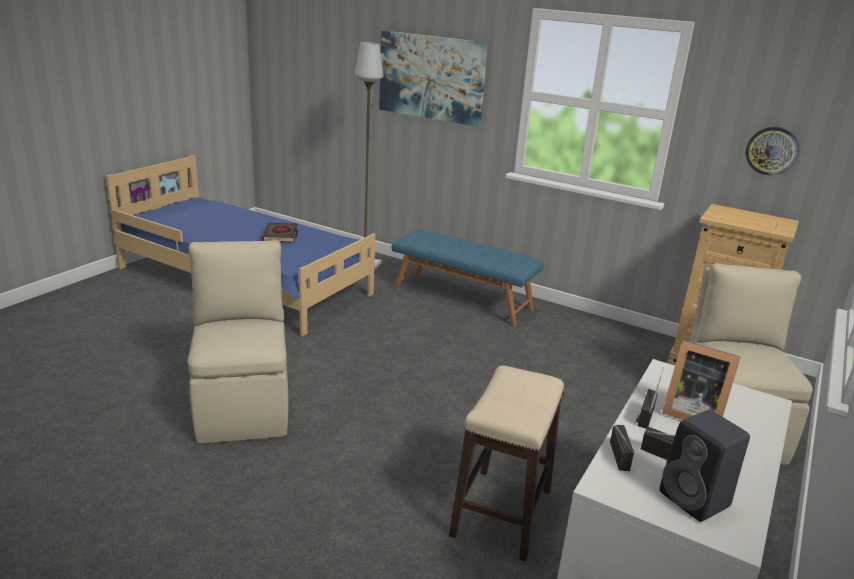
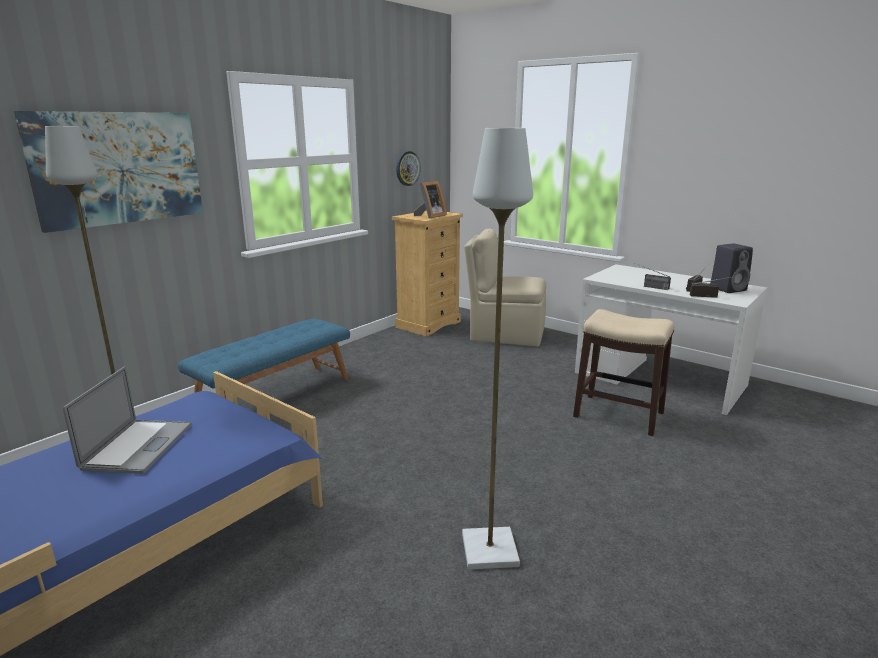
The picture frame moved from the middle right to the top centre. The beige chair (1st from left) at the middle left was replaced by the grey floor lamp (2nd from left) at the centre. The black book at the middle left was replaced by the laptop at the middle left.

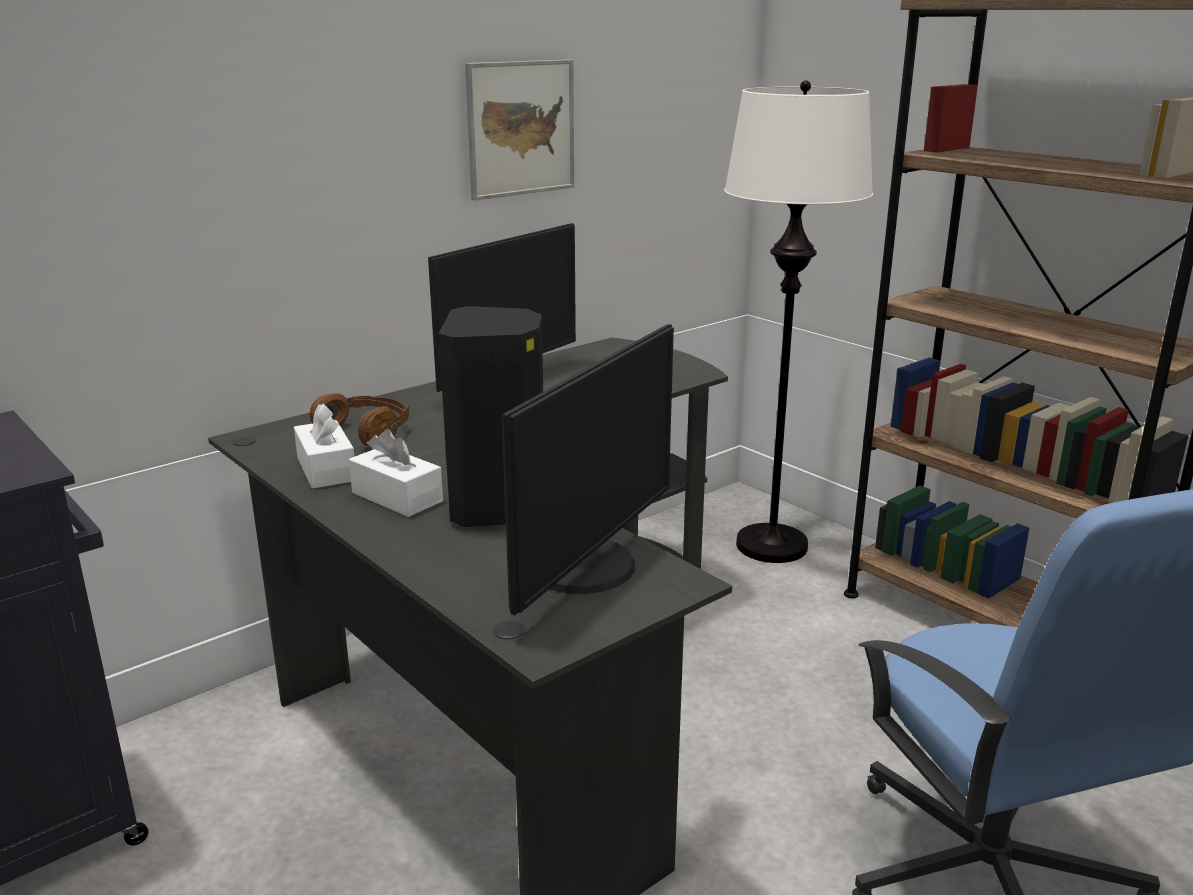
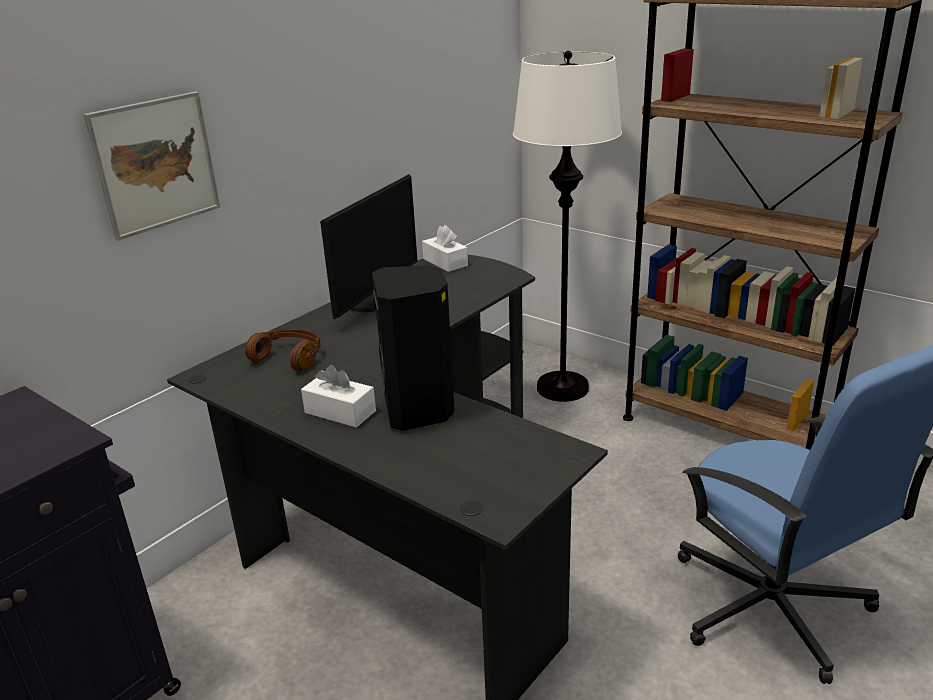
The monitor (2nd from left) at the centre disappeared. The white tissue box (1st from left in the first image) moved from the middle left to the centre. The picture moved from the top centre to the top left.

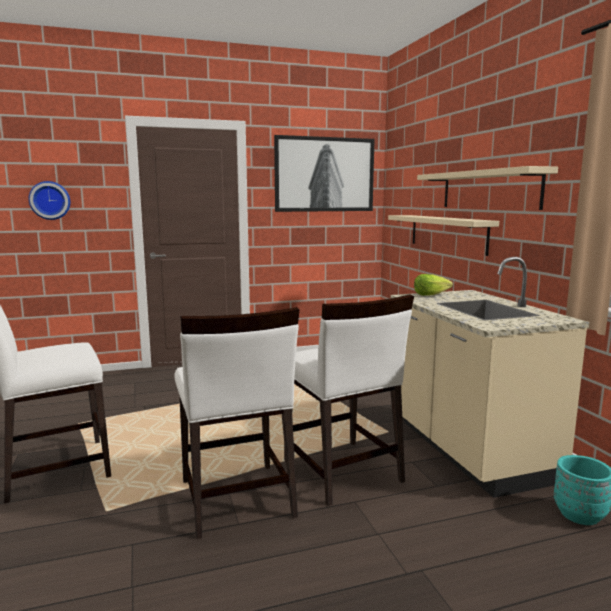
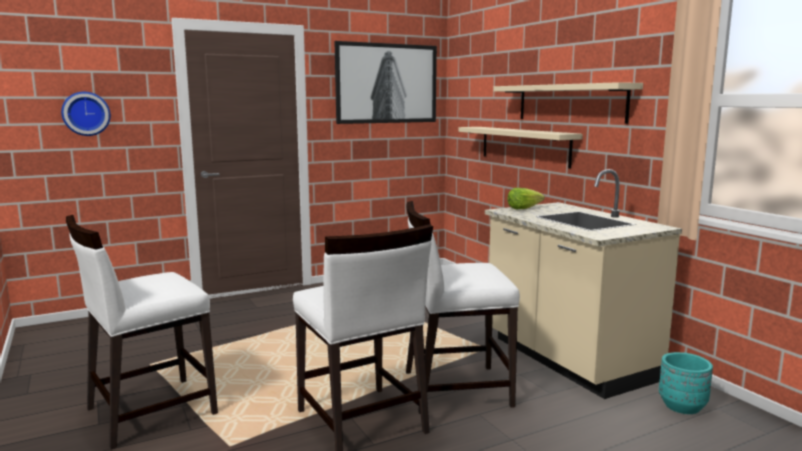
The white chair (3rd from left) at the centre turned 120 degrees clockwise.

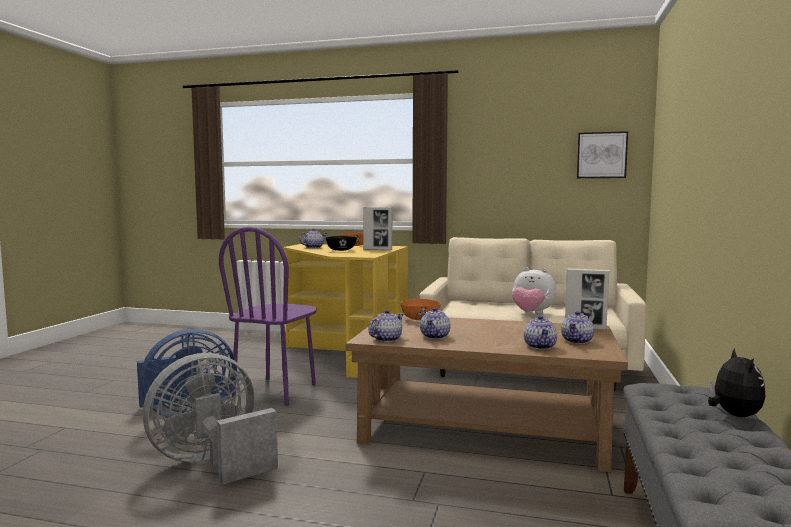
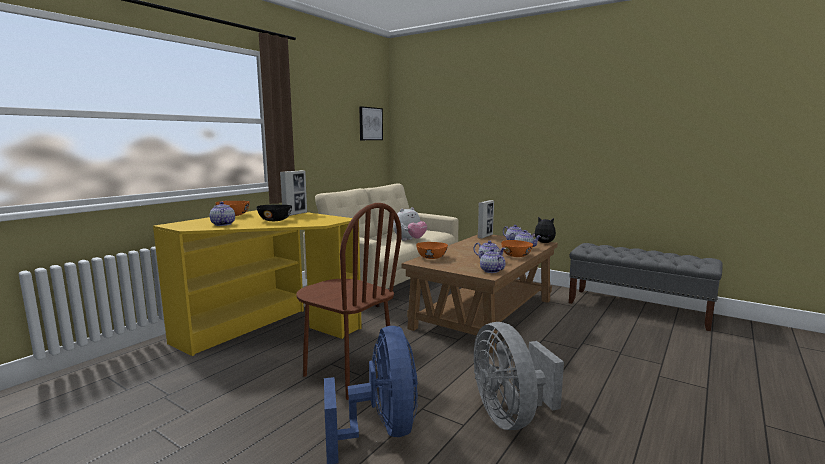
The orange bowl (3rd from left) at the centre appeared. The plush toy (2nd from left) moved from the bottom right to the centre. The purple chair at the centre became the brown chair at the centre.

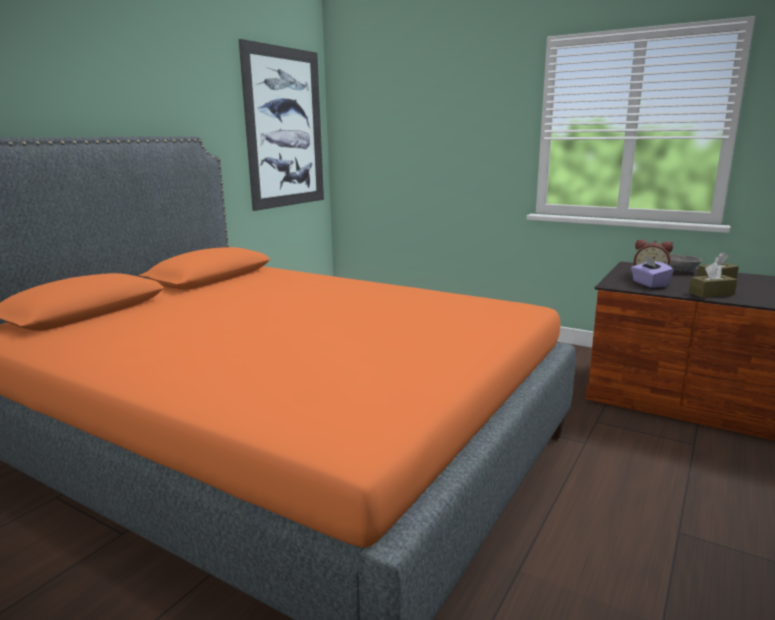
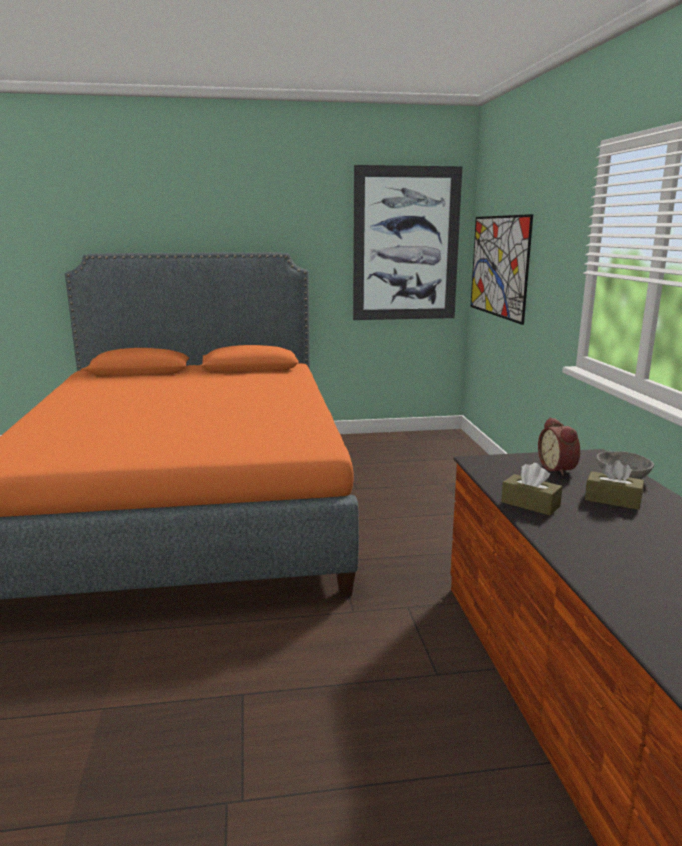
The purple tissue box at the middle right disappeared. The picture (2nd from left) at the top right appeared.

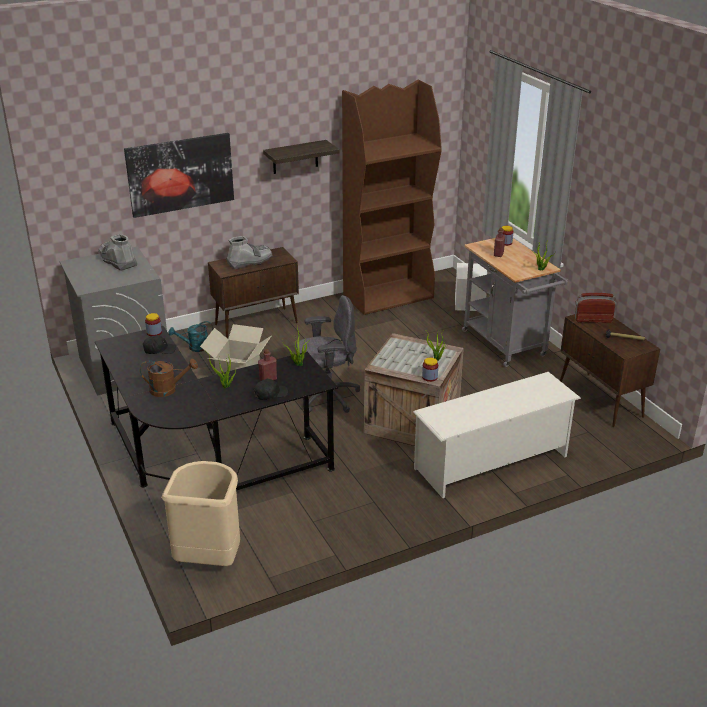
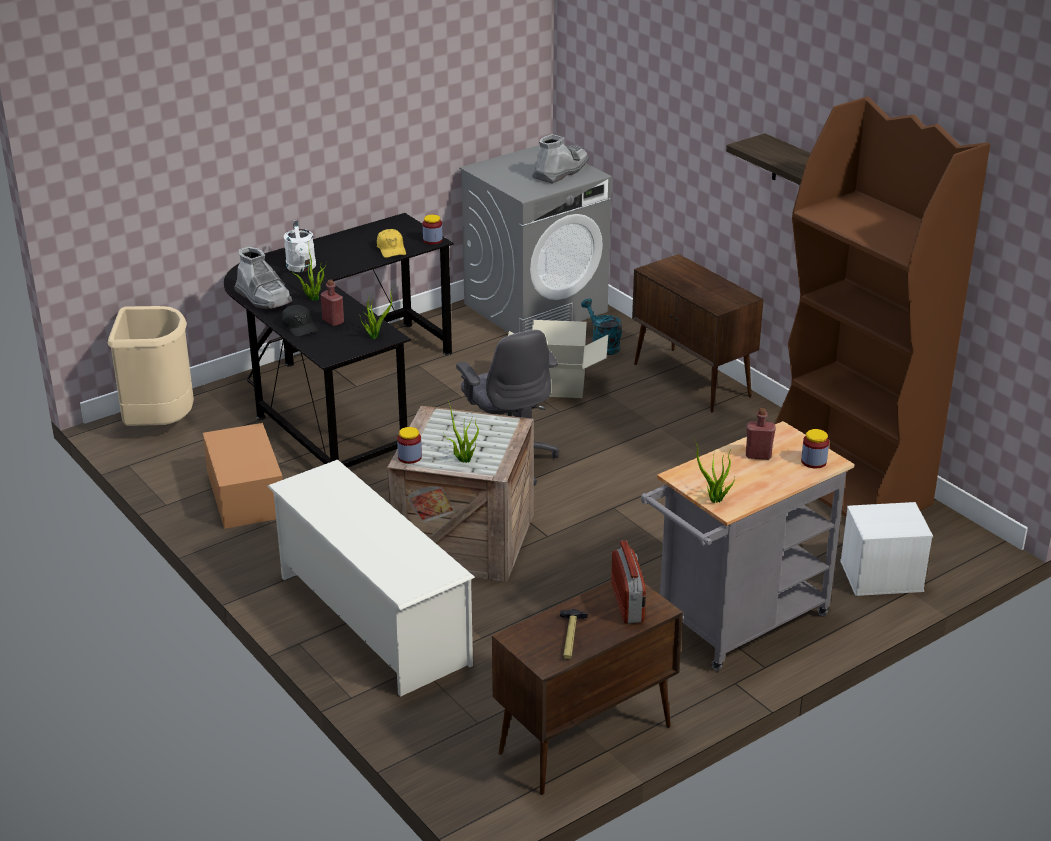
The picture at the top left disappeared. The cardboard box (1st from left) at the middle left appeared. The grey boot (2nd from left in the first image) moved from the centre to the top left. The brown watering can at the middle left became the white watering can at the top left. The black cap (1st from left) at the middle left became the yellow cap at the top centre.

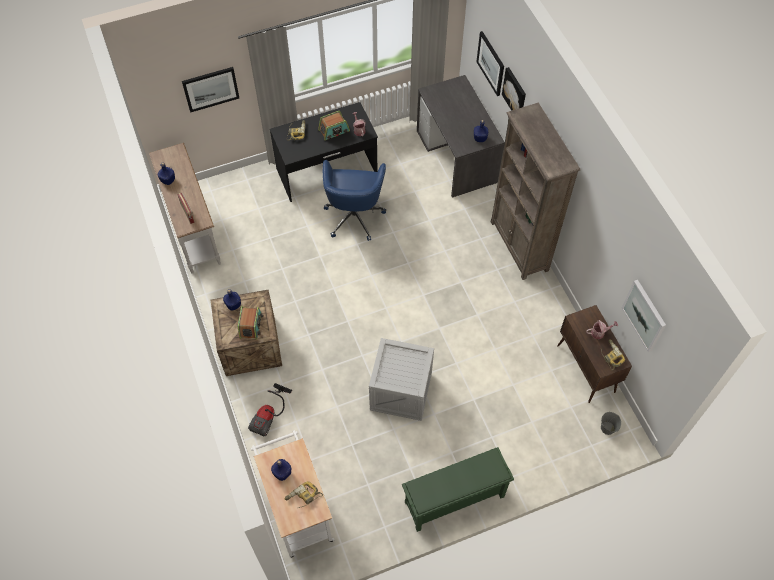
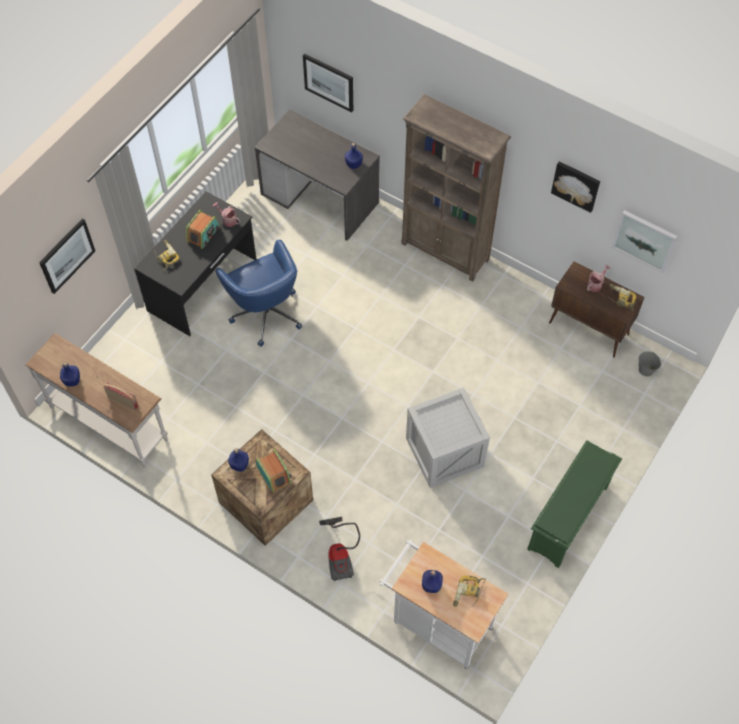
The picture (3rd from left) moved from the top centre to the top right.

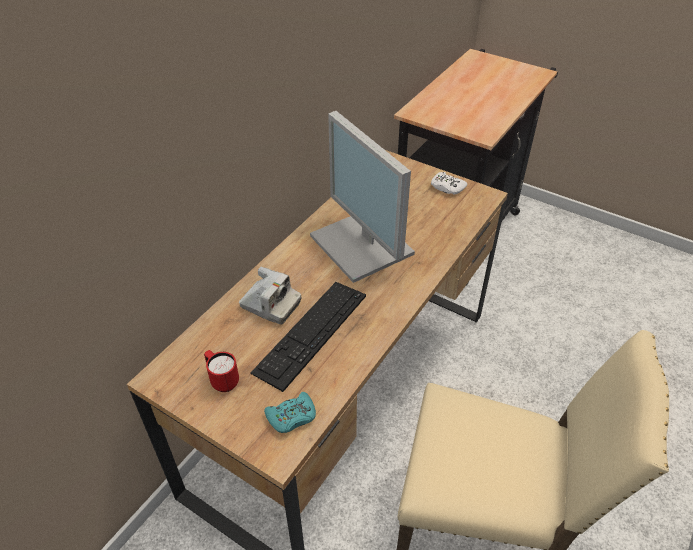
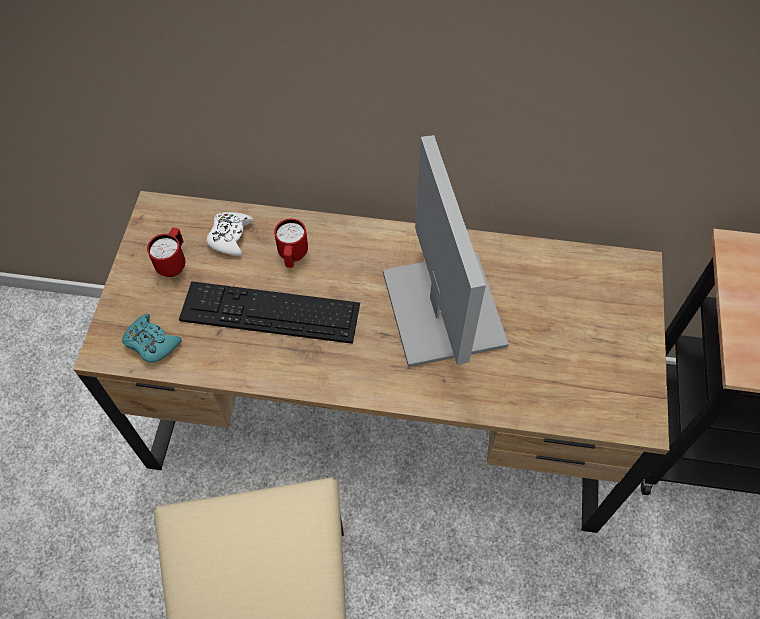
The white game controller moved from the top centre to the middle left. The photo camera at the centre was replaced by the red mug (2nd from left) at the centre. The monitor at the centre turned 135 degrees clockwise.

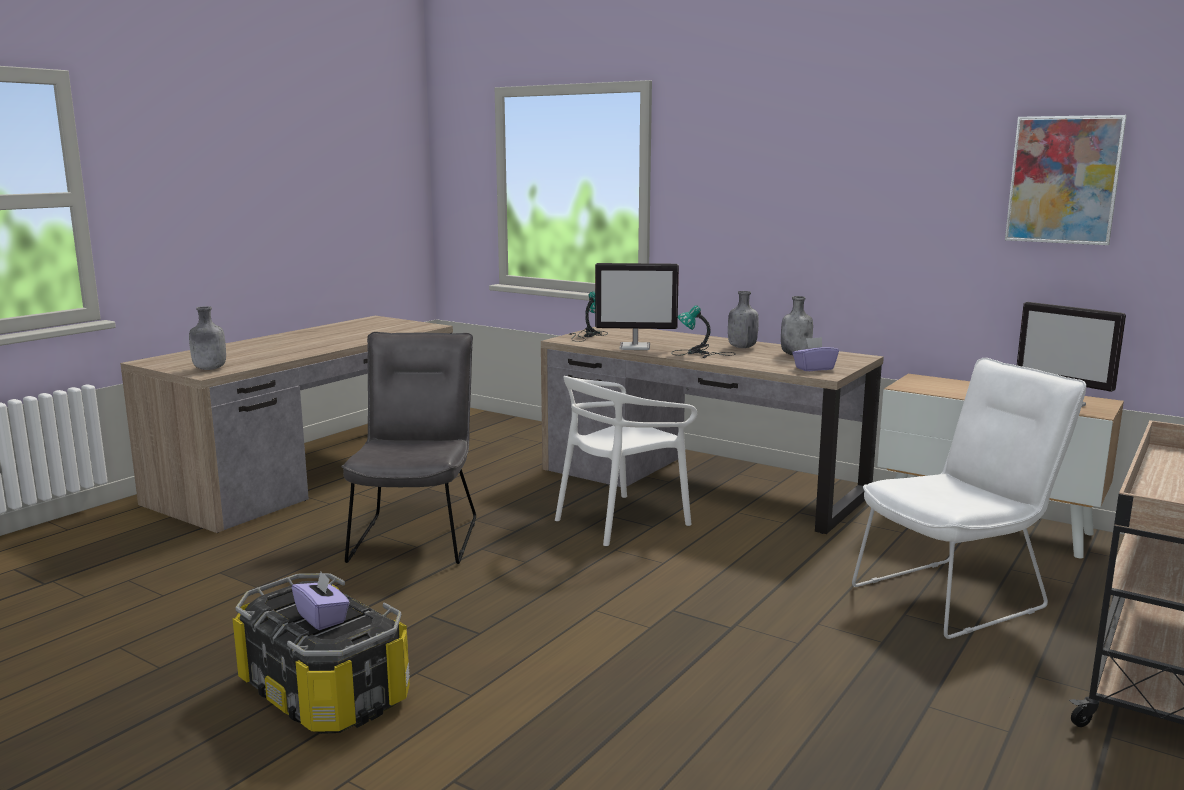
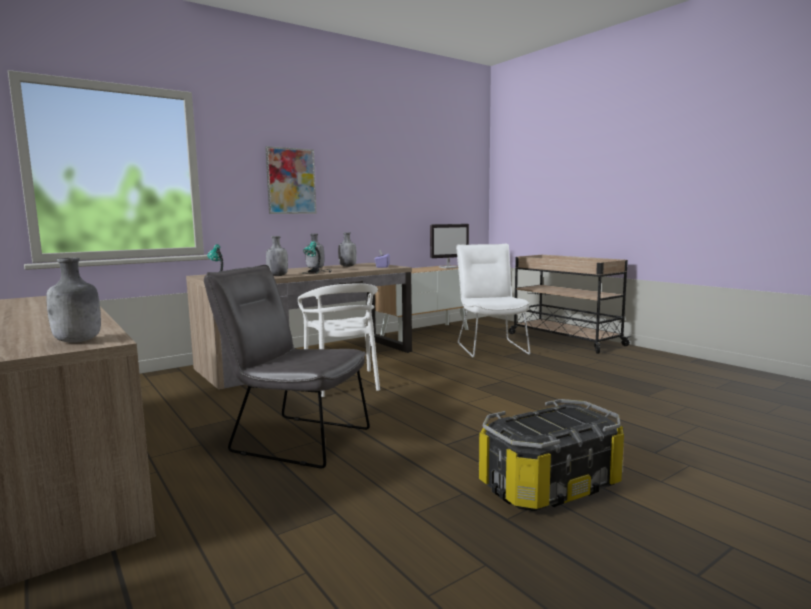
The purple tissue box (1st from left) at the bottom left disappeared. The picture moved from the top right to the top centre. The monitor (1st from left) at the centre was replaced by the grey bottle (2nd from left) at the centre.

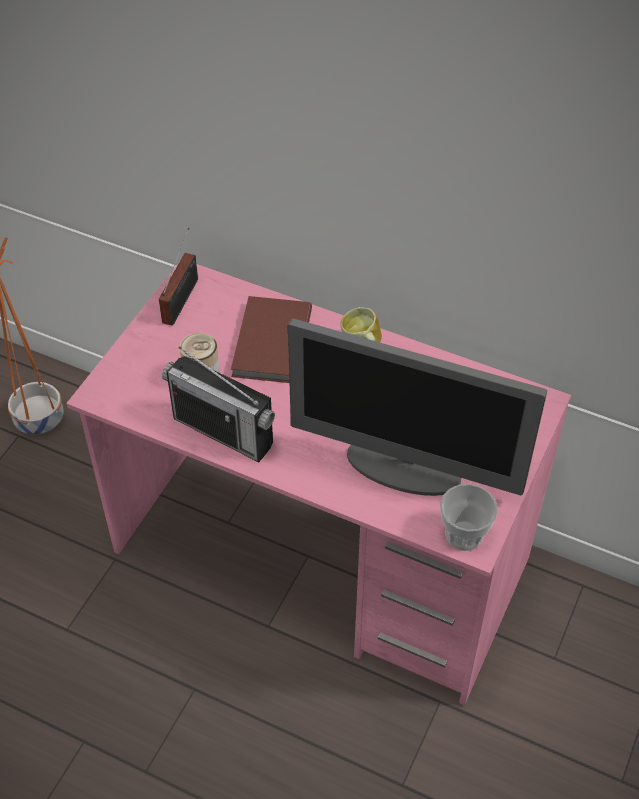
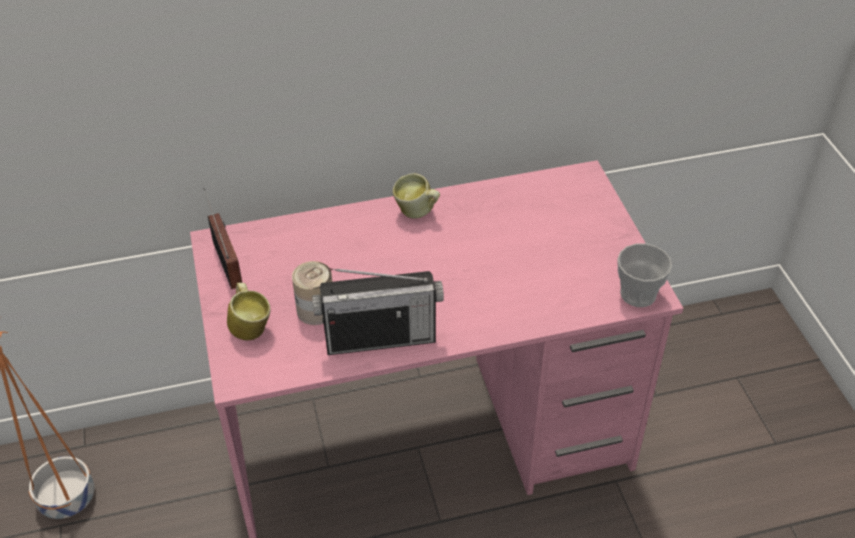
The brown book at the centre disappeared. The monitor at the centre disappeared. The mug (1st from left) at the middle left appeared.

